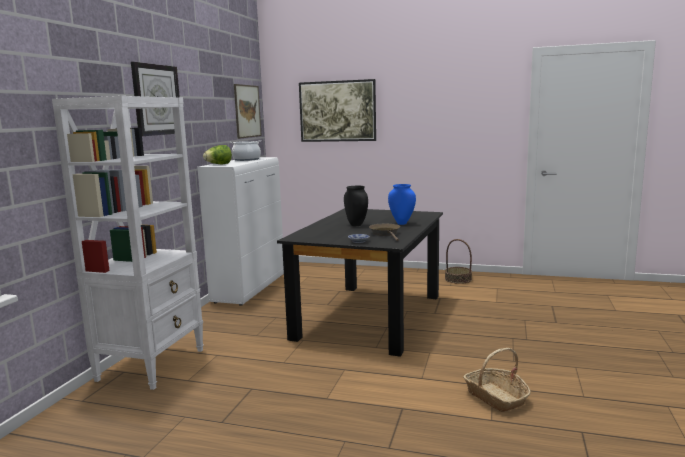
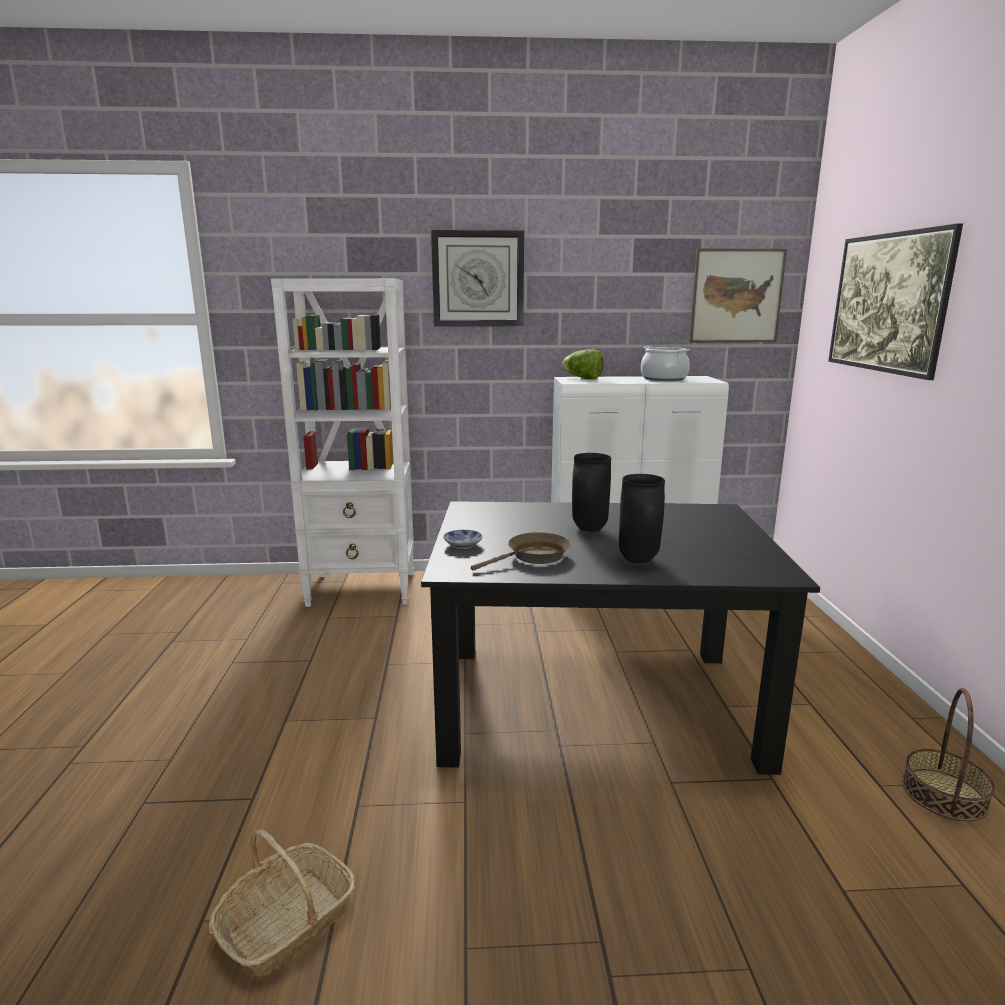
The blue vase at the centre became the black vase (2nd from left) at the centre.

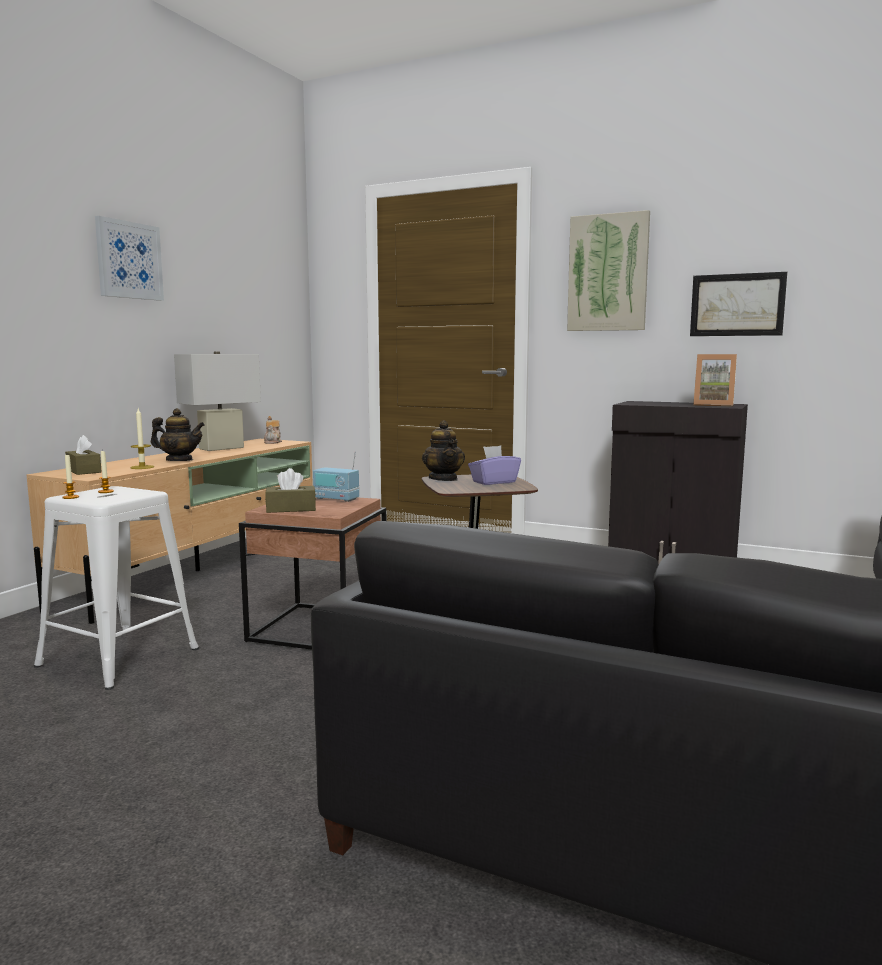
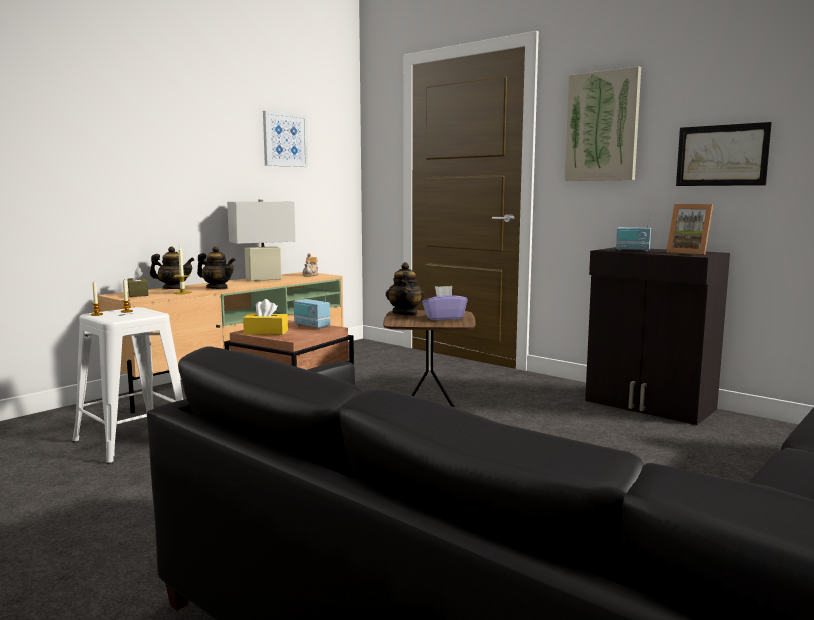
The teapot (1st from left) at the middle left appeared. The radio (2nd from left) at the middle right appeared. The picture (1st from left) moved from the top left to the top centre. The brown tissue box (2nd from left) at the middle left became the yellow tissue box at the middle left.

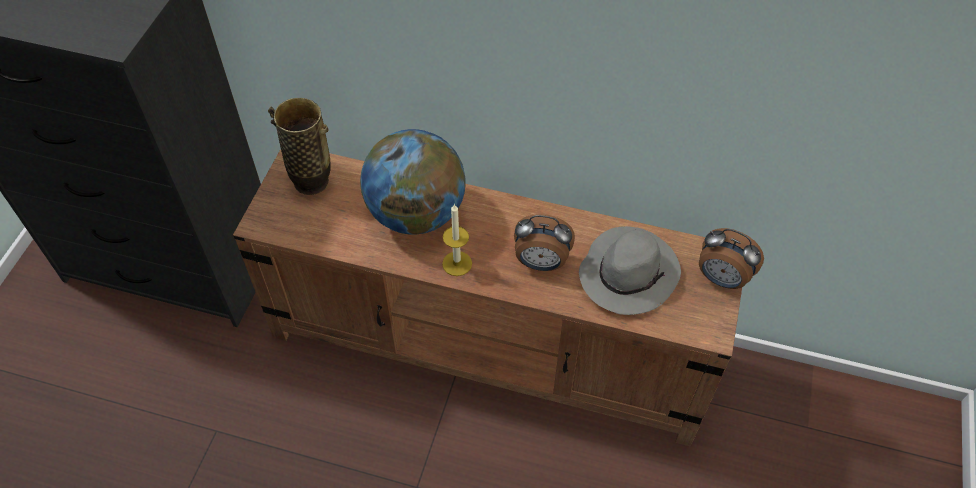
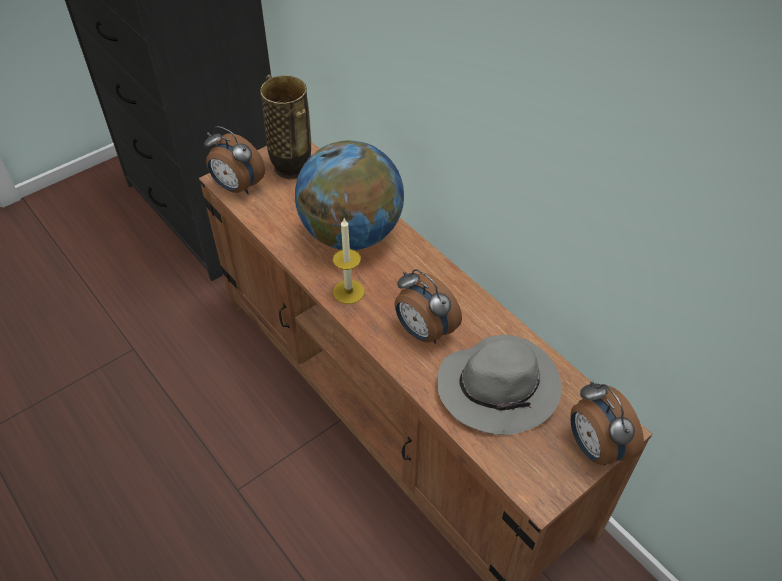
The alarm clock (1st from left) at the top left appeared.

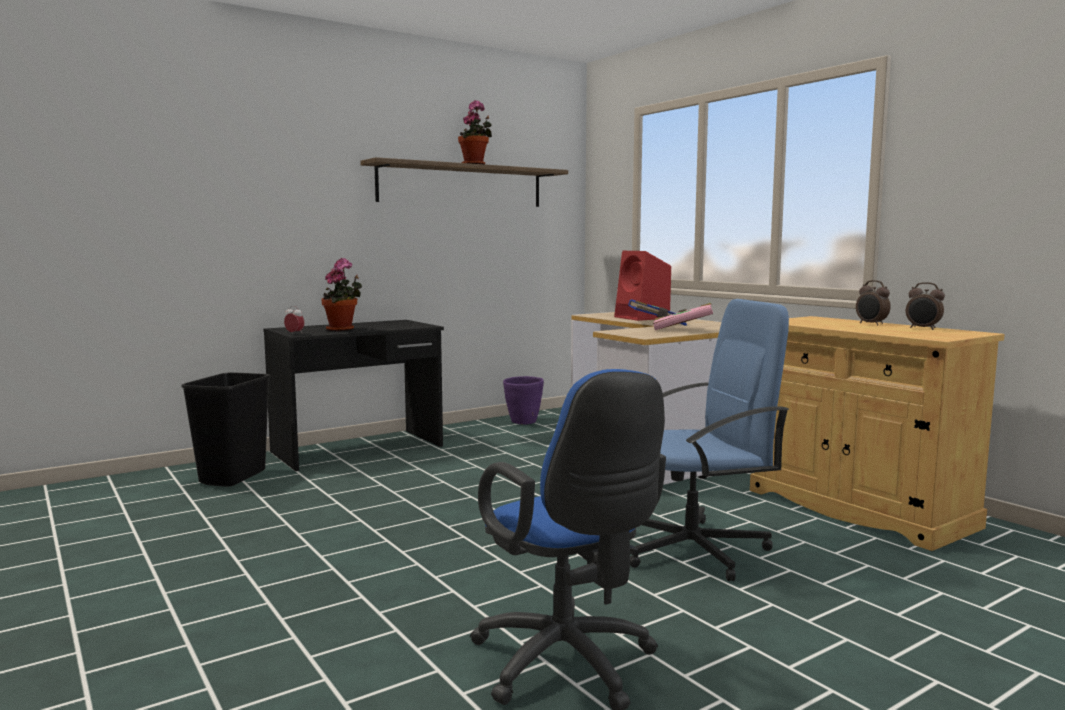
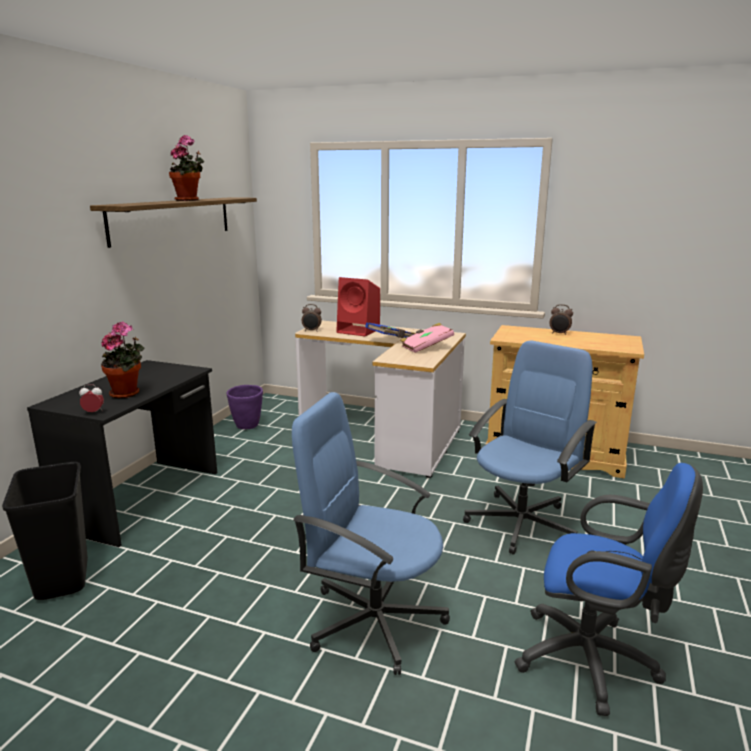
The blue office chair (1st from left) at the bottom centre appeared. The alarm clock (3rd from left in the first image) moved from the middle right to the centre.

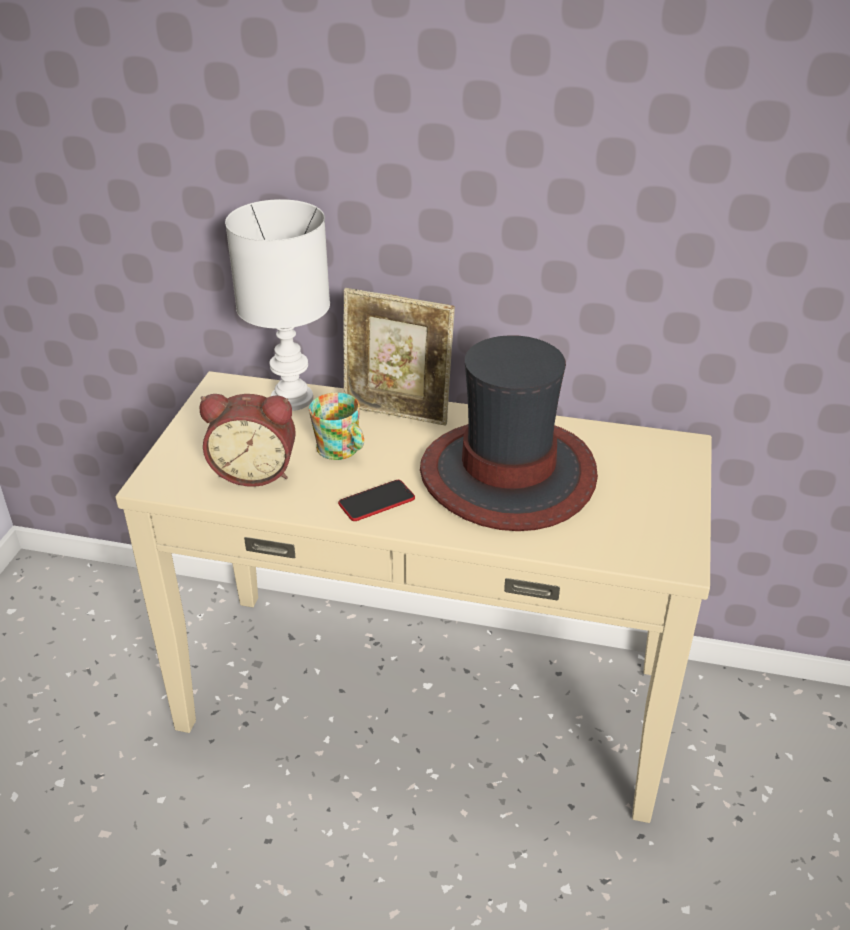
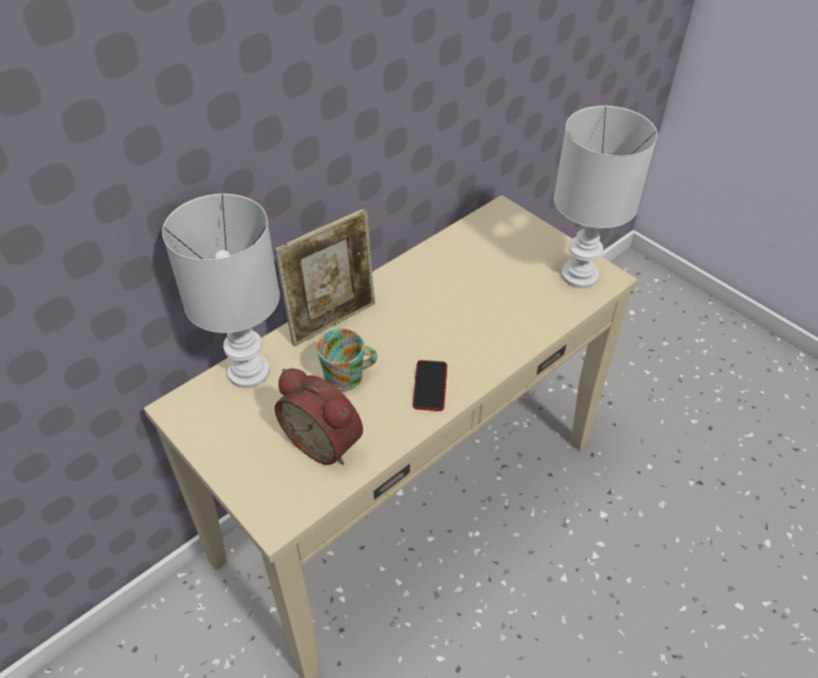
The hat at the centre disappeared. The white table lamp (2nd from left) at the top right appeared. The alarm clock at the middle left turned 90 degrees clockwise.

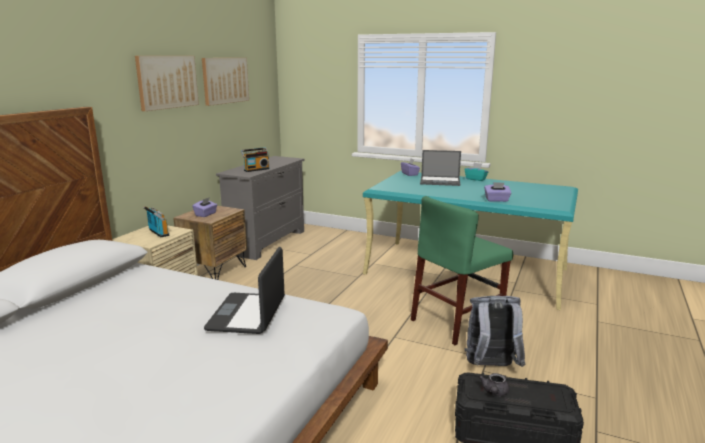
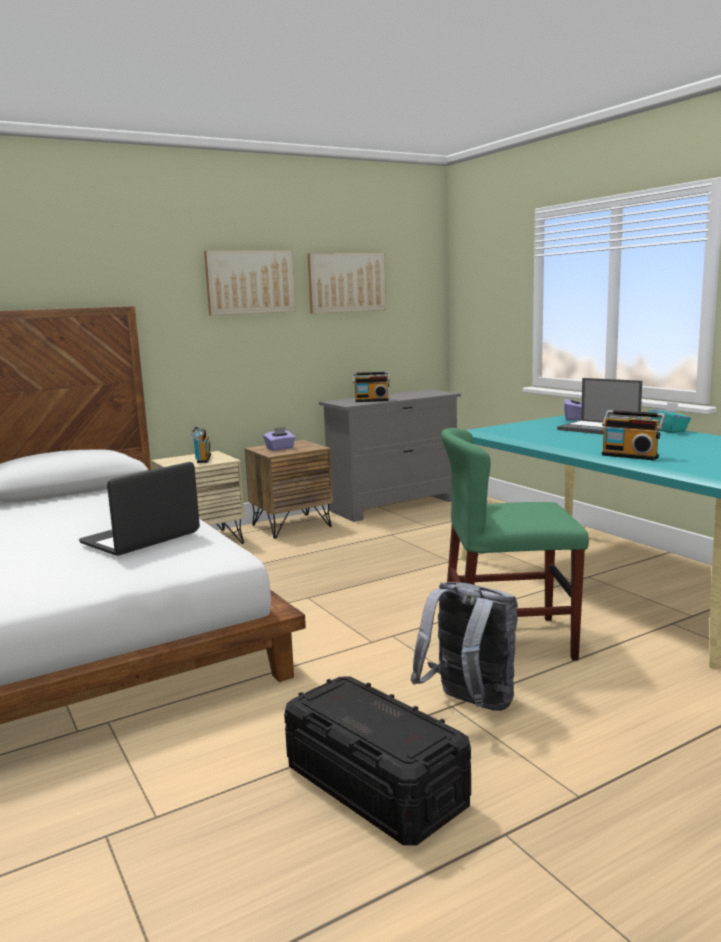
The grey teapot at the bottom right disappeared. The purple tissue box (3rd from left) at the middle right was replaced by the radio (3rd from left) at the middle right.

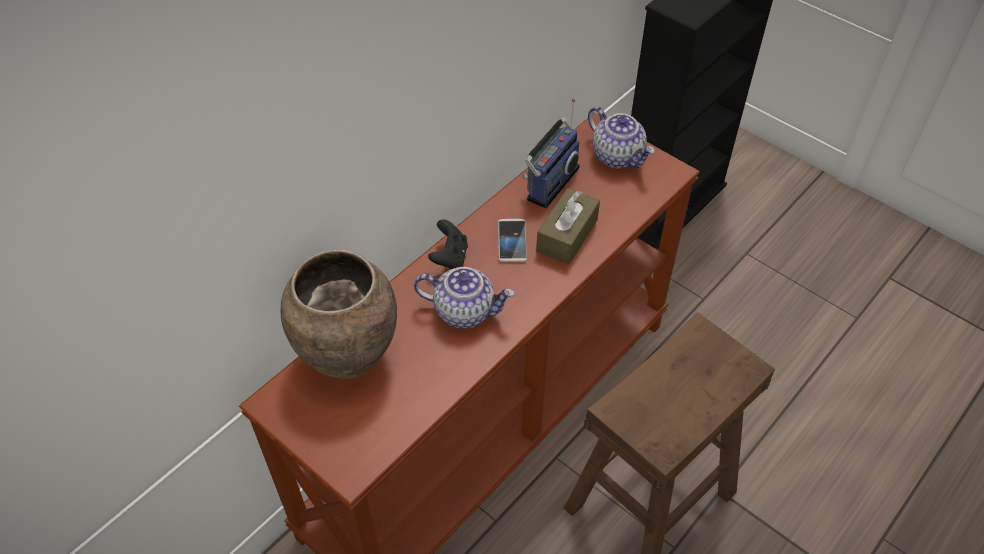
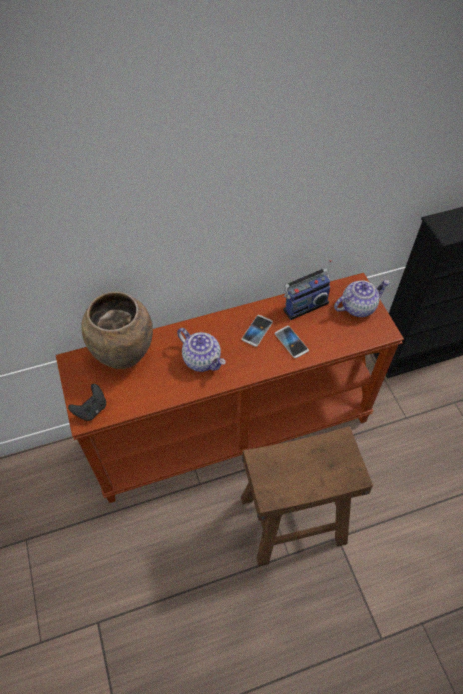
The black game controller moved from the centre to the middle left. The brown tissue box at the centre was replaced by the phone (2nd from left) at the centre. The teapot (2nd from left) at the top centre turned 105 degrees counterclockwise.

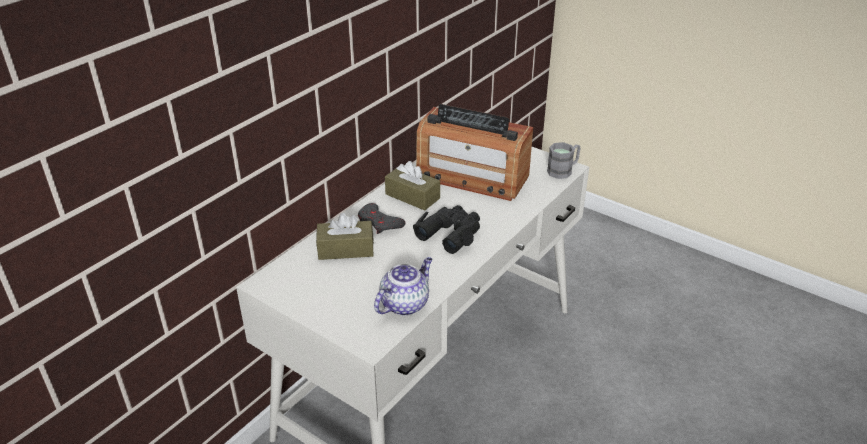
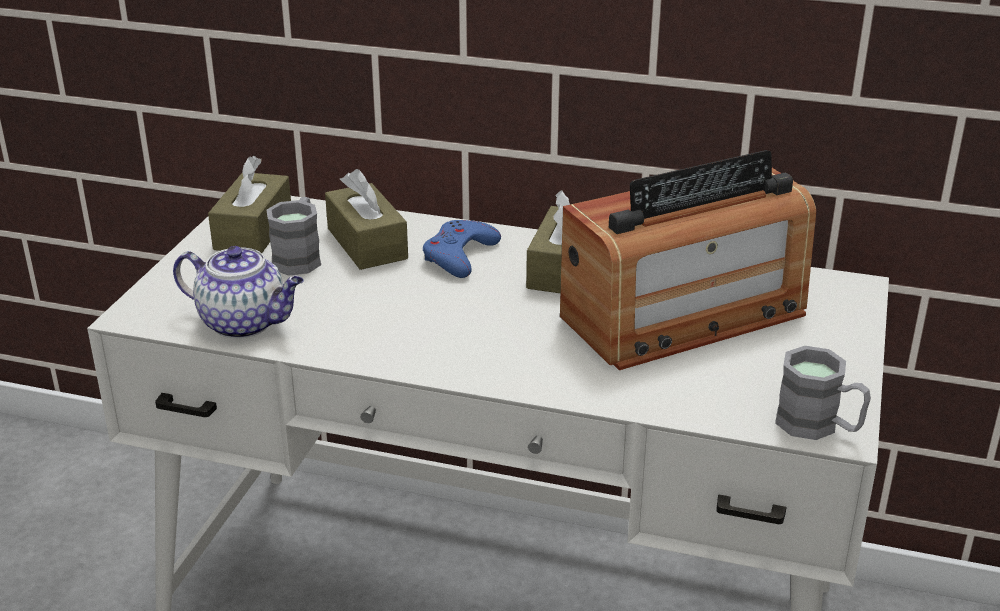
The black binoculars at the centre disappeared. The brown tissue box (1st from left) at the middle left appeared. The grey mug (1st from left) at the middle left appeared. The grey game controller at the centre became the blue game controller at the centre. The radio at the centre turned 120 degrees counterclockwise.

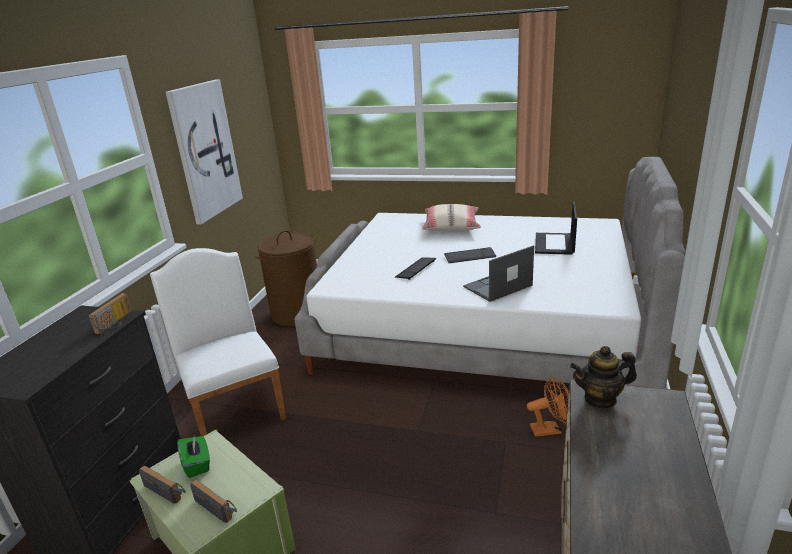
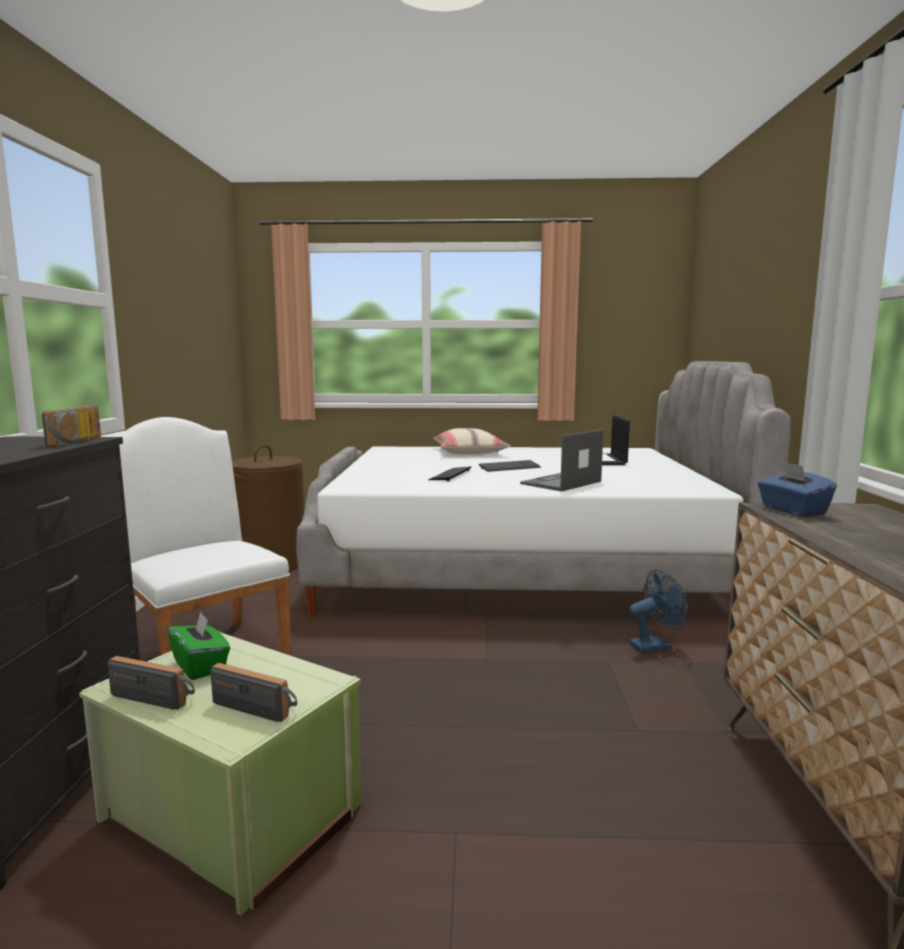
The picture at the top left disappeared. The teapot at the bottom right was replaced by the blue tissue box at the middle right. The orange fan at the bottom right became the blue fan at the middle right.

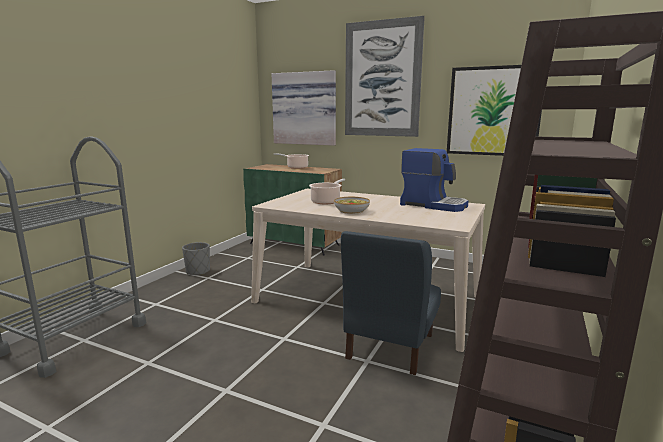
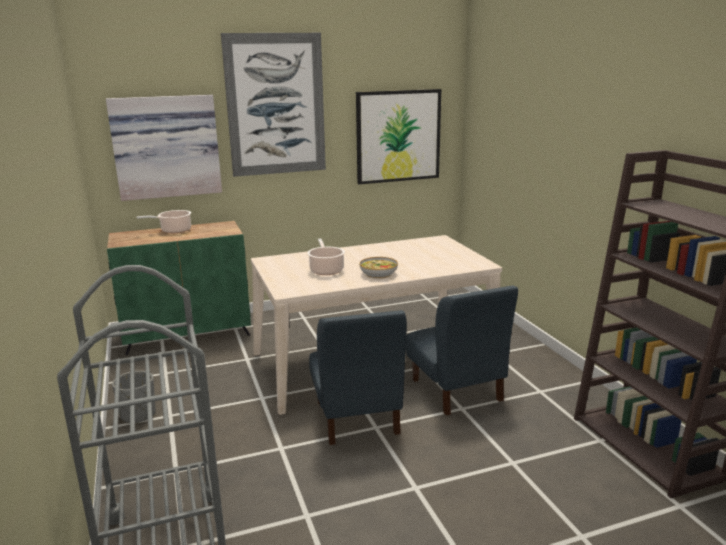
The coffee machine at the centre disappeared. The blue chair (1st from left) at the bottom centre appeared.

